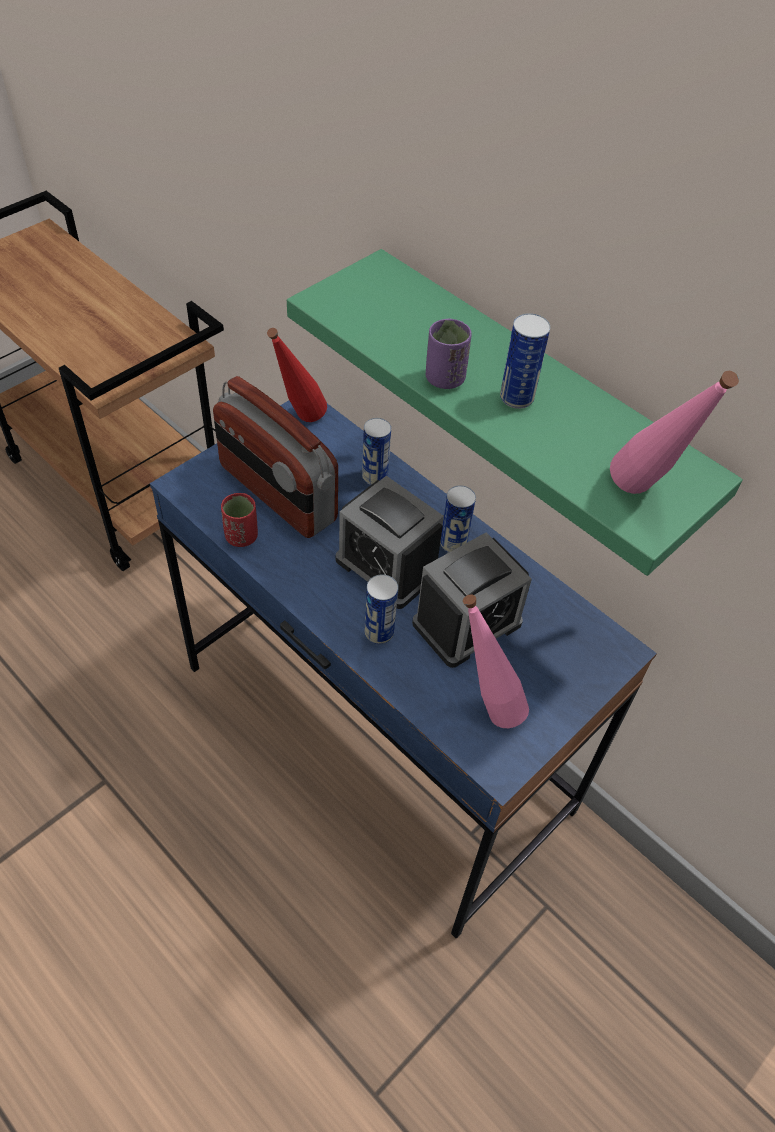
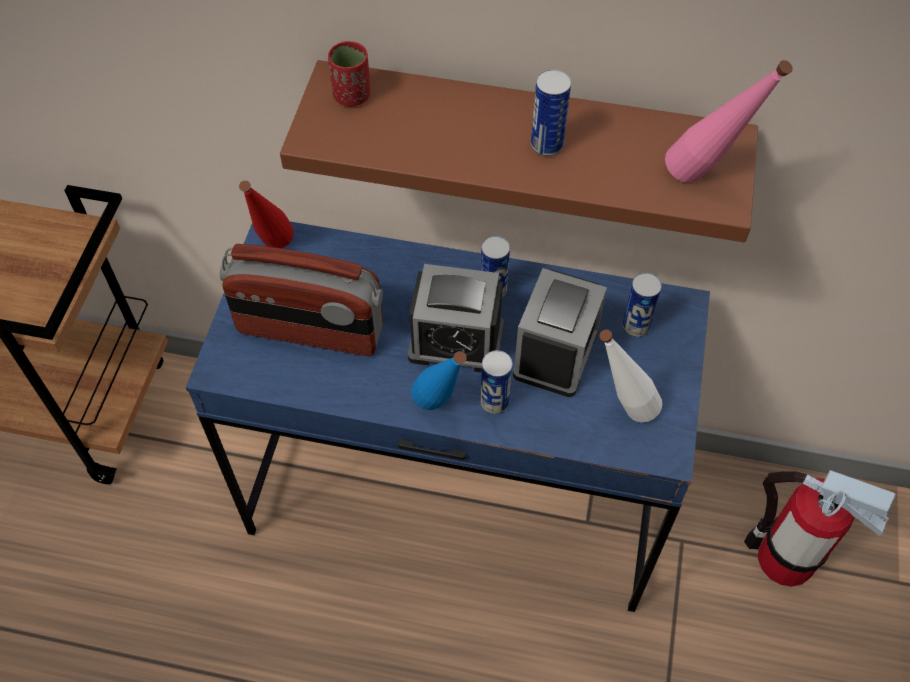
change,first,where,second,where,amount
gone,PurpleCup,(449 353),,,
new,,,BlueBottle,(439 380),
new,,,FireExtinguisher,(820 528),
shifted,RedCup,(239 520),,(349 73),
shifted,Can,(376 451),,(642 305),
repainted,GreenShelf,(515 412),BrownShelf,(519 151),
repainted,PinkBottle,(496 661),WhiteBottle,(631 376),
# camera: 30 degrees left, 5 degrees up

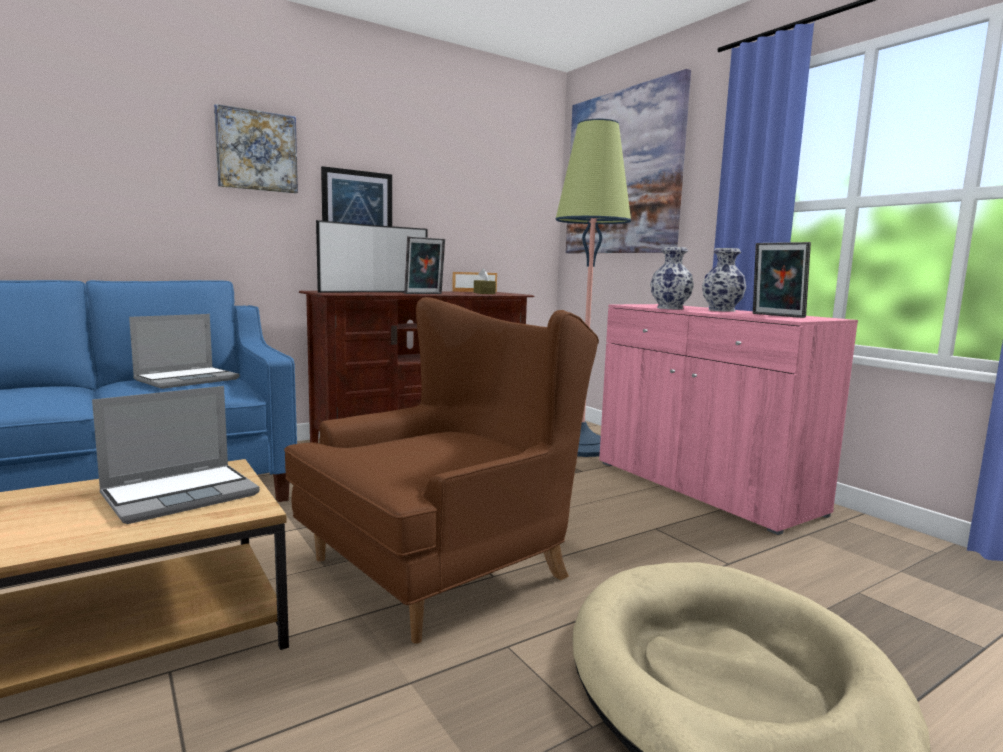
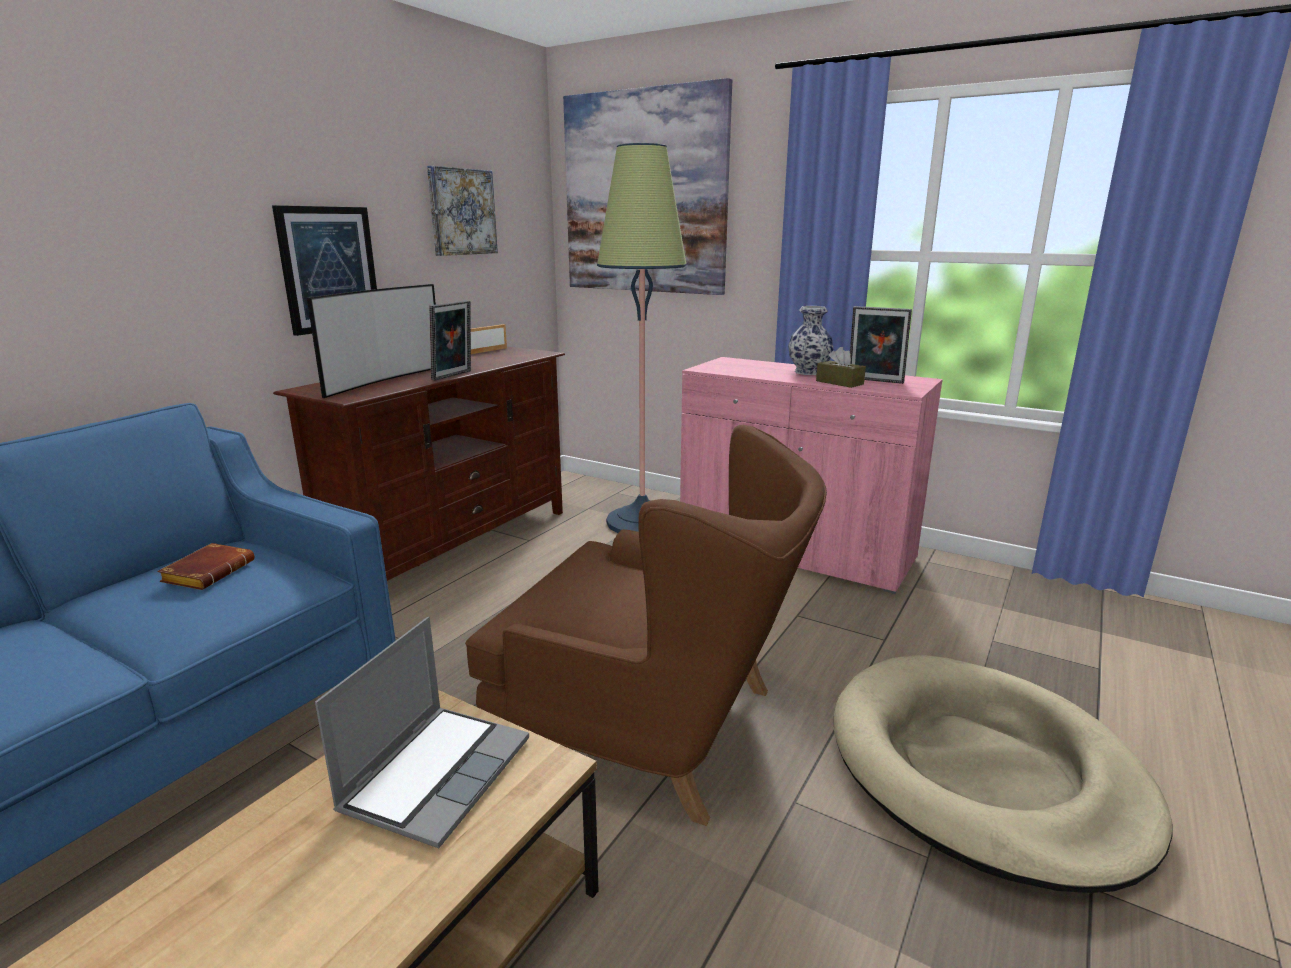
change,first,where,second,where,amount
gone,Vase,(672 278),,,
shifted,Picture,(256 148),,(462 211),
shifted,BrownTissueBox,(485 281),,(841 367),
swapped,Laptop,(184 351),BrownBook,(205 566),
rotated,BrownArmchair,(441 470),,(646 625),90 degrees clockwise
# camera: 25 degrees left, 10 degrees up

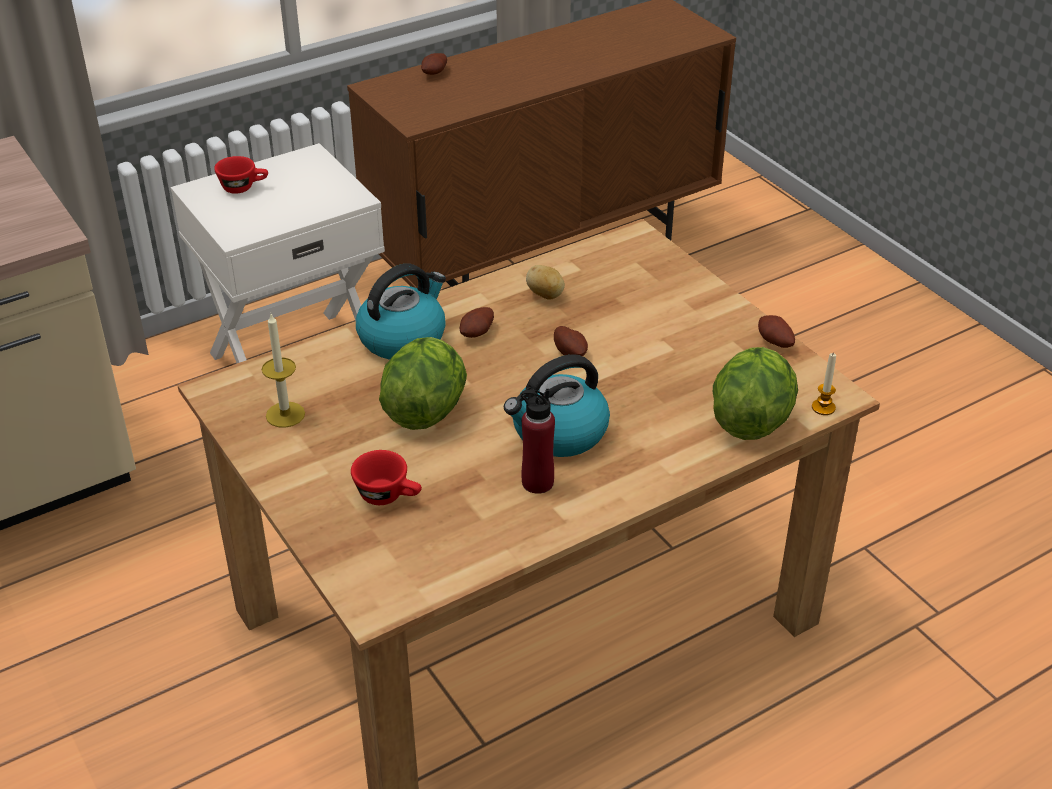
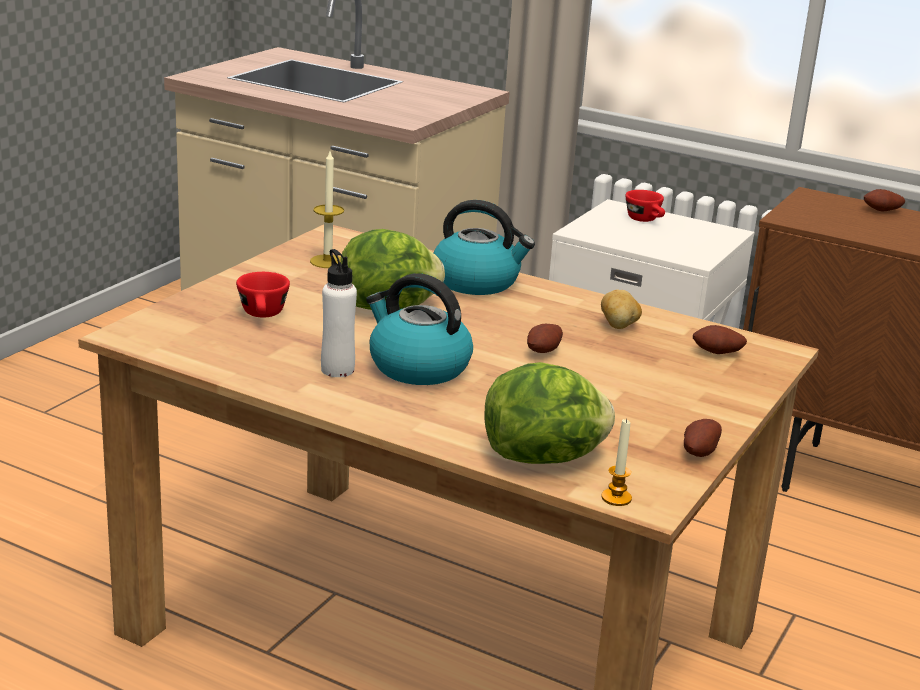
change,first,where,second,where,amount
shifted,Potato,(477 322),,(720 339),
repainted,RedBottle,(538 441),WhiteBottle,(339 313),
# camera: 60 degrees right, 15 degrees down

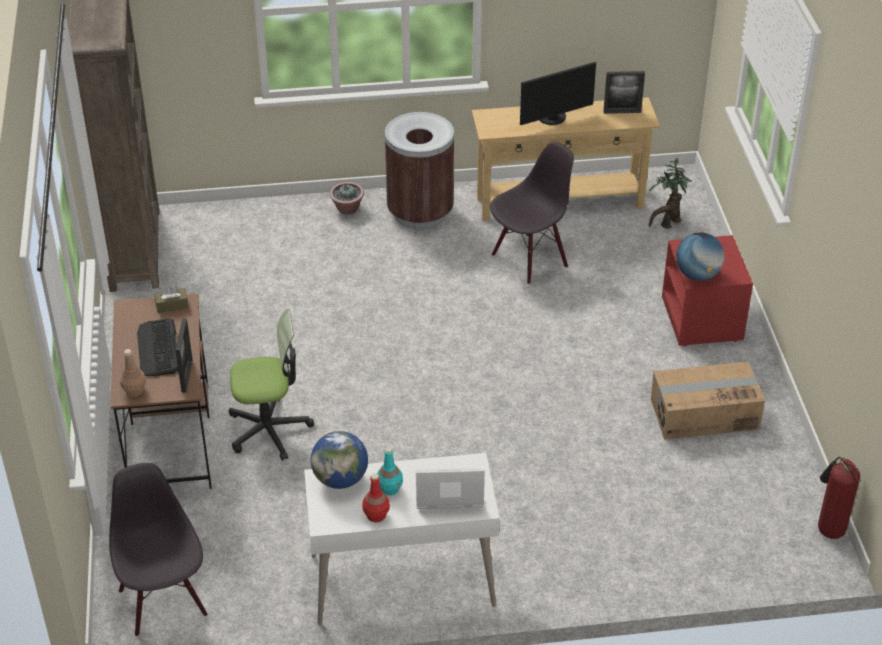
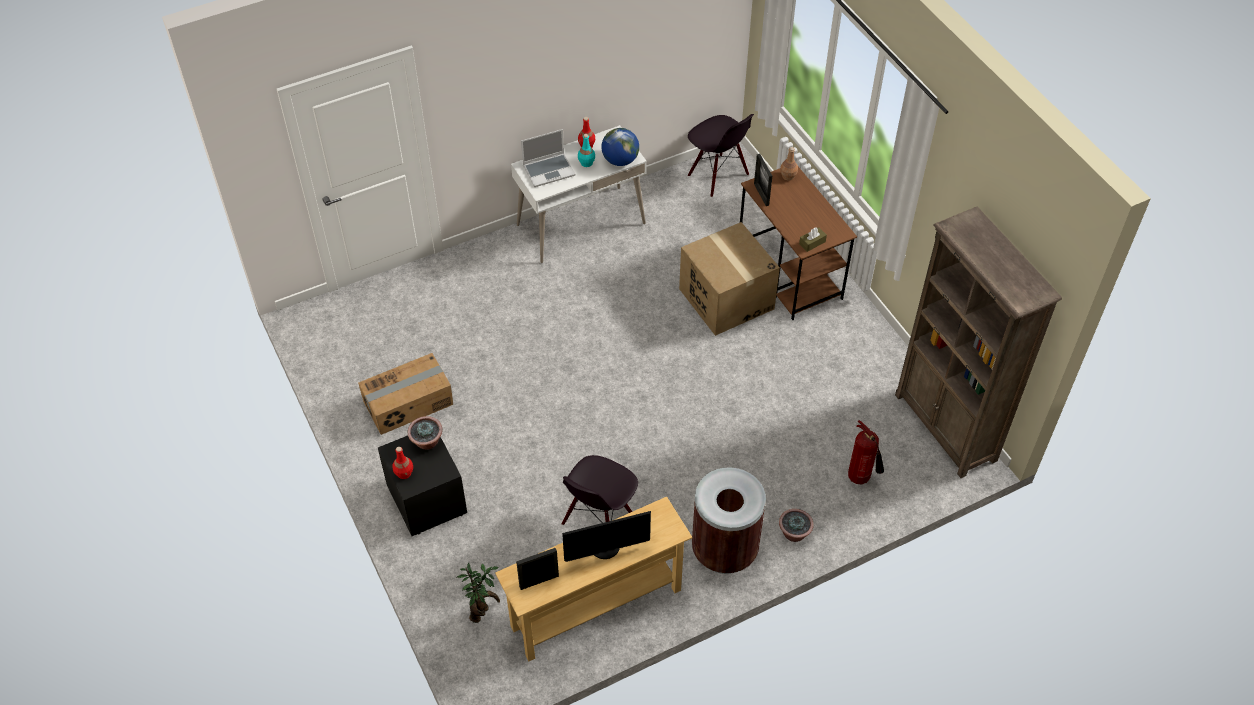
change,first,where,second,where,amount
gone,Keyboard,(157 347),,,
new,,,RedBottle,(402 463),
shifted,FireExtinguisher,(839 498),,(866 452),
swapped,OfficeChair,(271 385),CardboardBox,(729 279),
swapped,Globe,(700 256),PottedPlant,(424 433),
repainted,RedNightstand,(707 290),BlackNightstand,(422 486),
rotated,Monitor,(558 93),,(606 536),150 degrees counterclockwise
# camera: 160 degrees right, 10 degrees up

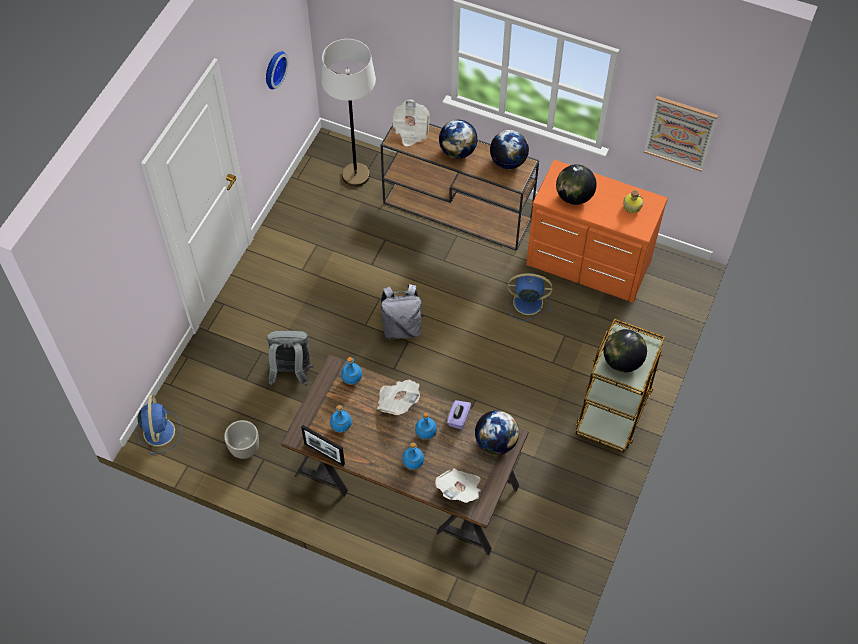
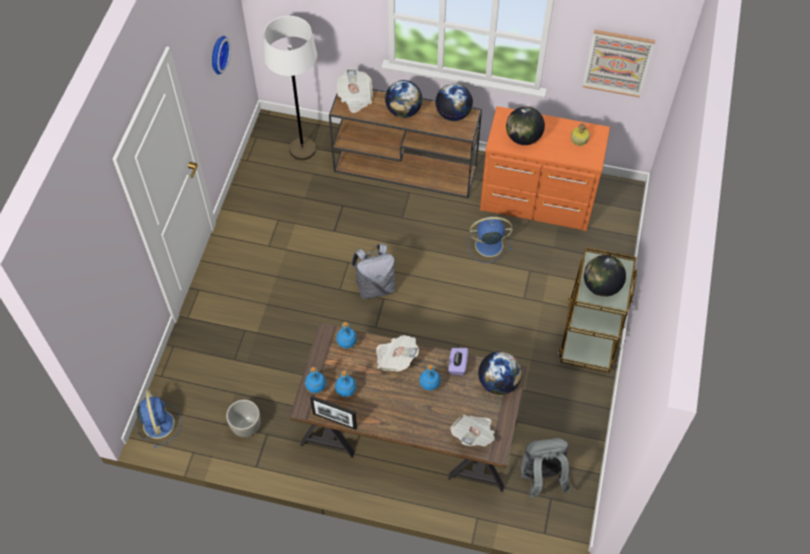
change,first,where,second,where,amount
shifted,GreyBackpack,(290 358),,(545 468),
shifted,BlueBottle,(413 456),,(316 380),
# camera: 10 degrees left, 0 degrees up

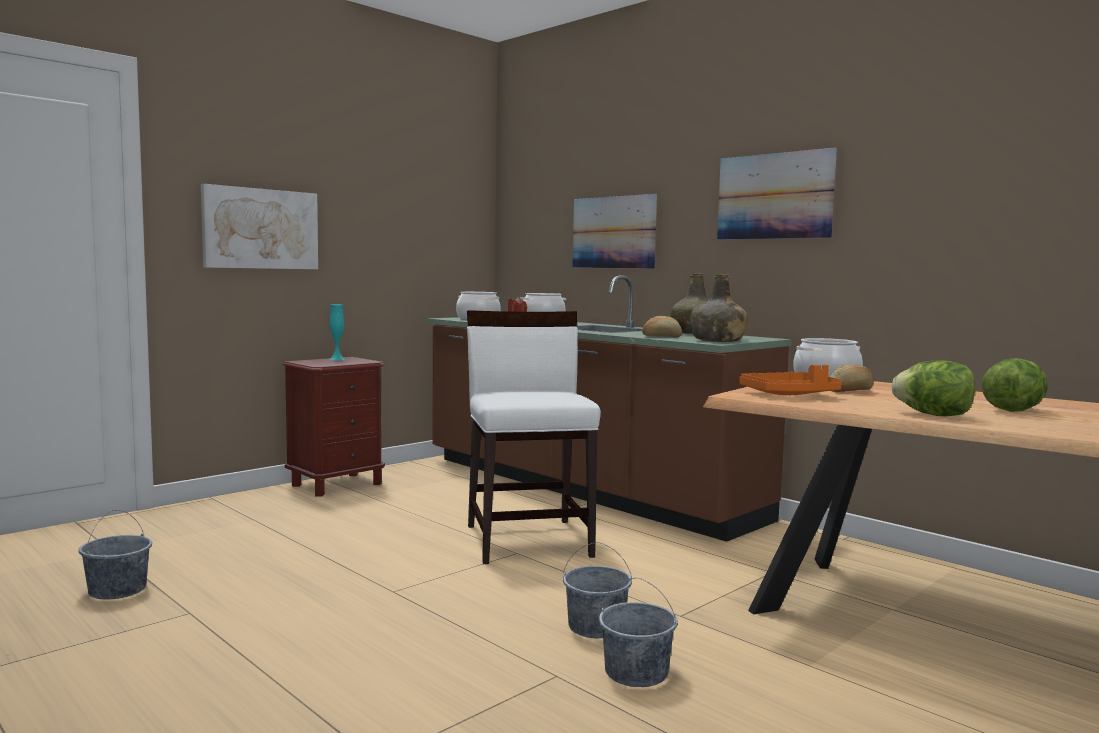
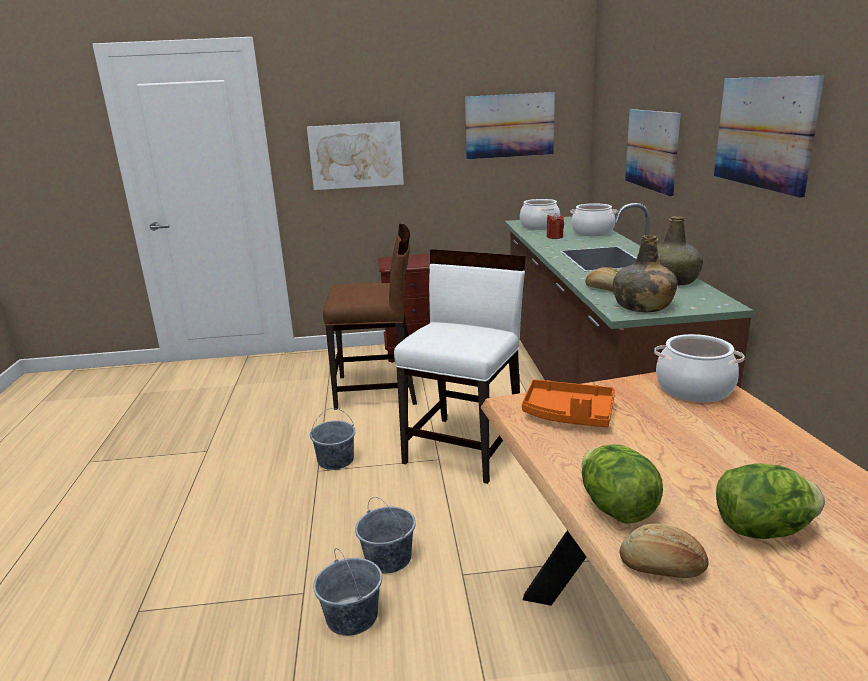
change,first,where,second,where,amount
gone,TurquoiseVase,(336 332),,,
new,,,BrownChair,(370 317),
new,,,Picture,(510 125),
shifted,GreyBucket,(115 554),,(332 439),
shifted,Bread,(852 378),,(664 551),
# camera: 40 degrees right, 15 degrees up

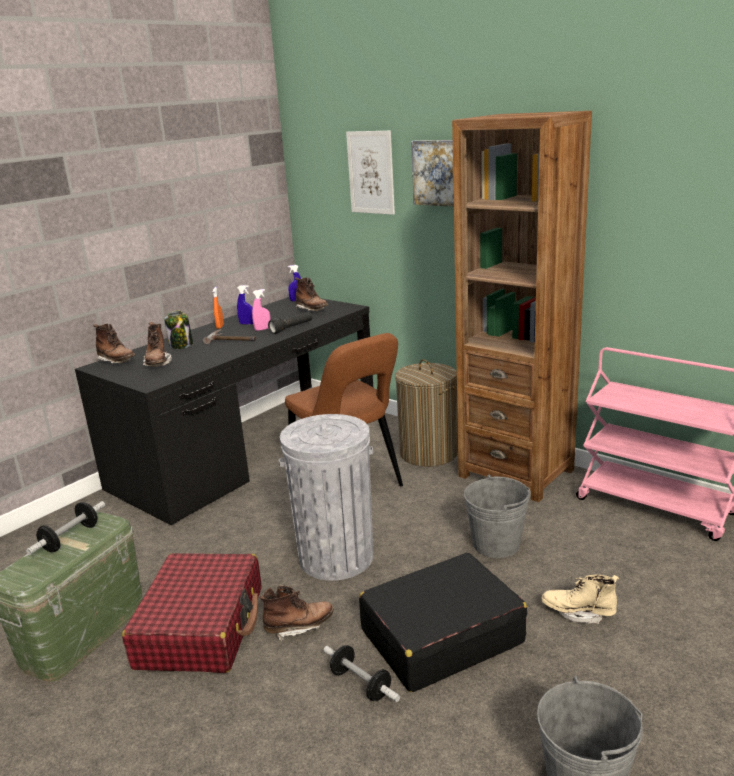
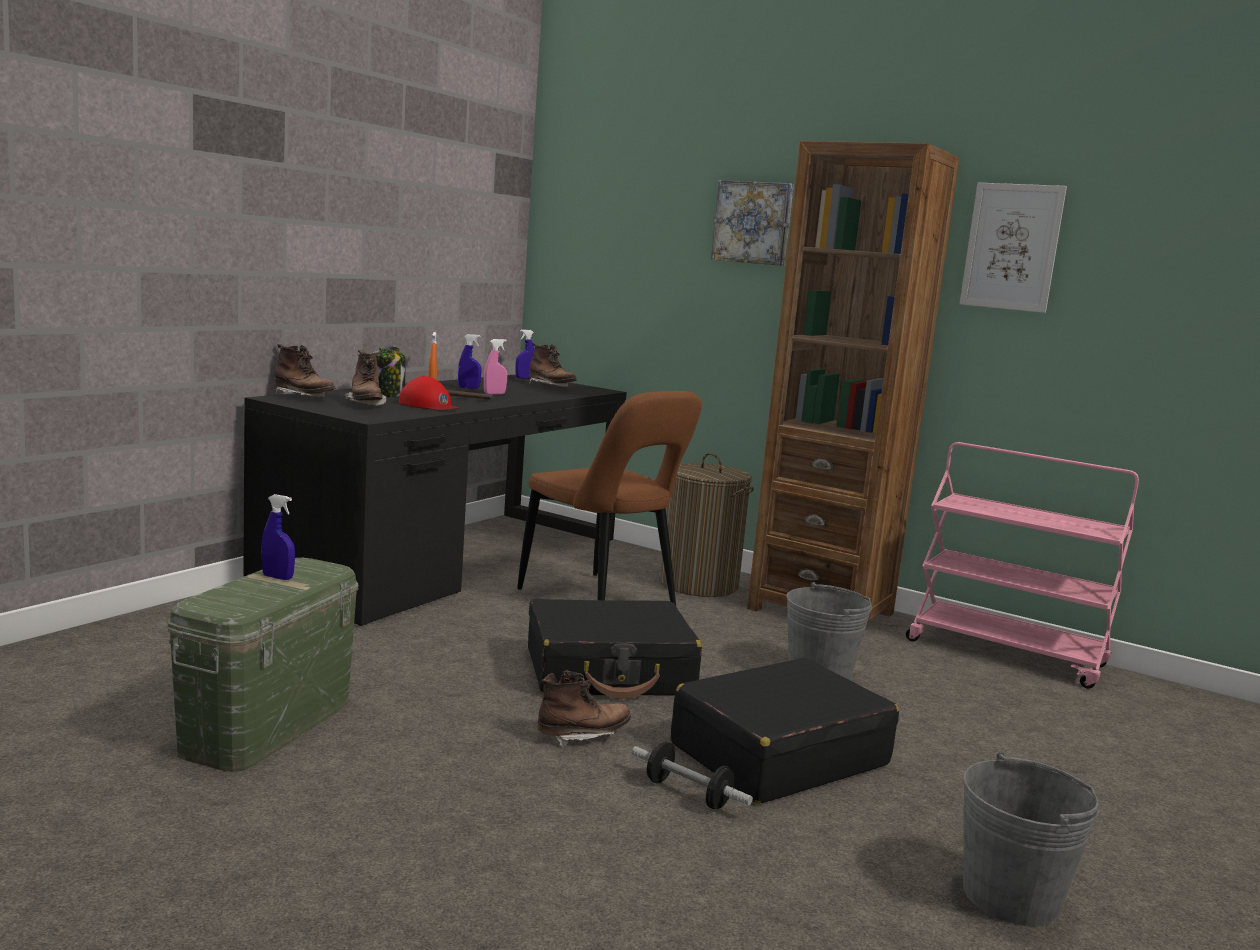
change,first,where,second,where,amount
gone,RedSuitcase,(191 613),,,
gone,BlackFlashlight,(290 323),,,
gone,BeigeBoot,(580 599),,,
new,,,RedCap,(429 393),
shifted,Picture,(370 173),,(1013 248),
swapped,Dumbbell,(65 528),BlueSprayBottle,(278 537),
swapped,GreyTrashCan,(326 497),BlackSuitcase,(615 649),
# camera: 10 degrees left, 10 degrees down

